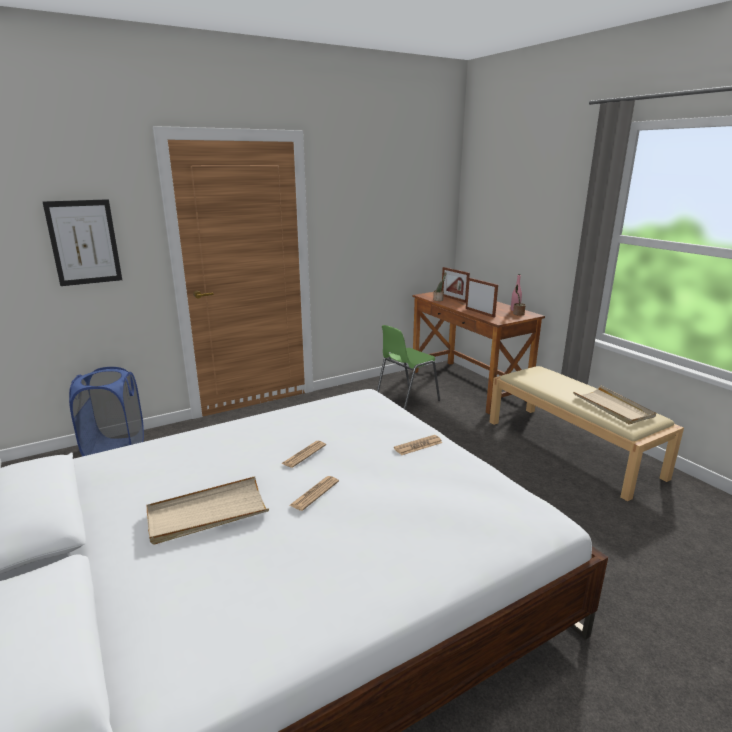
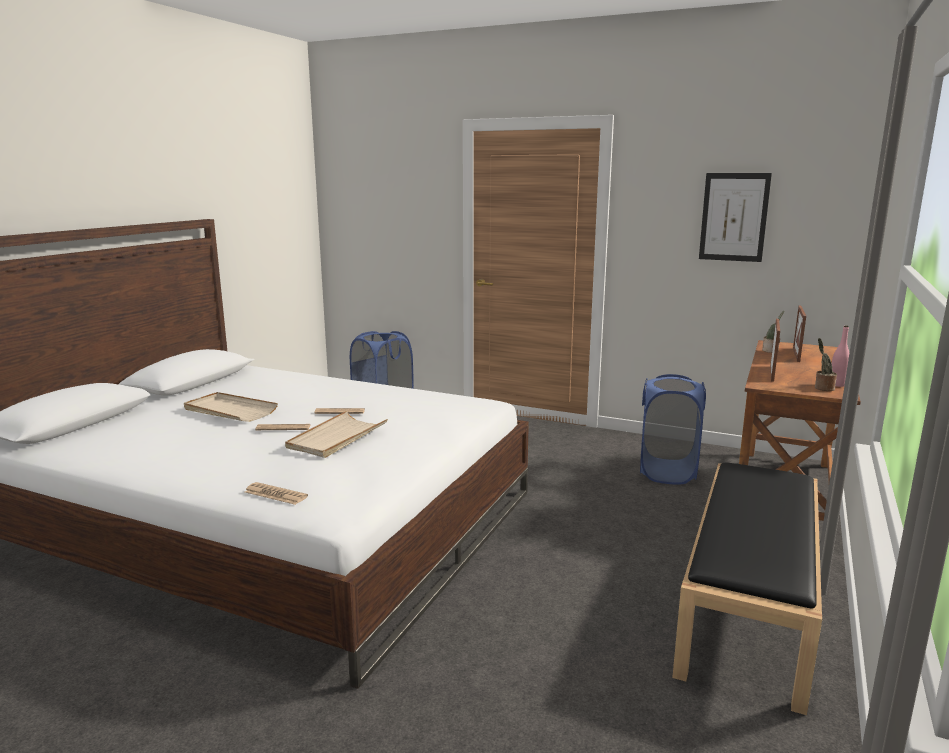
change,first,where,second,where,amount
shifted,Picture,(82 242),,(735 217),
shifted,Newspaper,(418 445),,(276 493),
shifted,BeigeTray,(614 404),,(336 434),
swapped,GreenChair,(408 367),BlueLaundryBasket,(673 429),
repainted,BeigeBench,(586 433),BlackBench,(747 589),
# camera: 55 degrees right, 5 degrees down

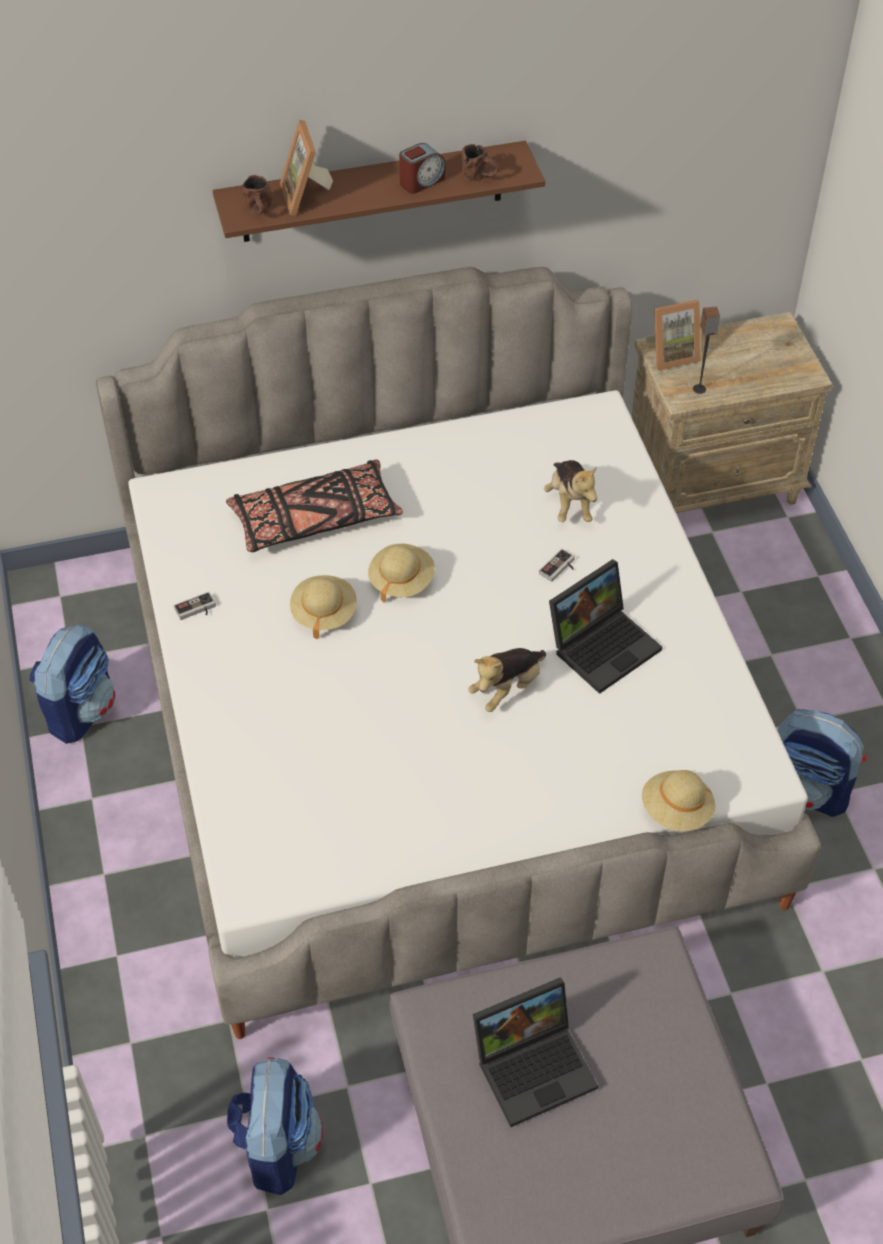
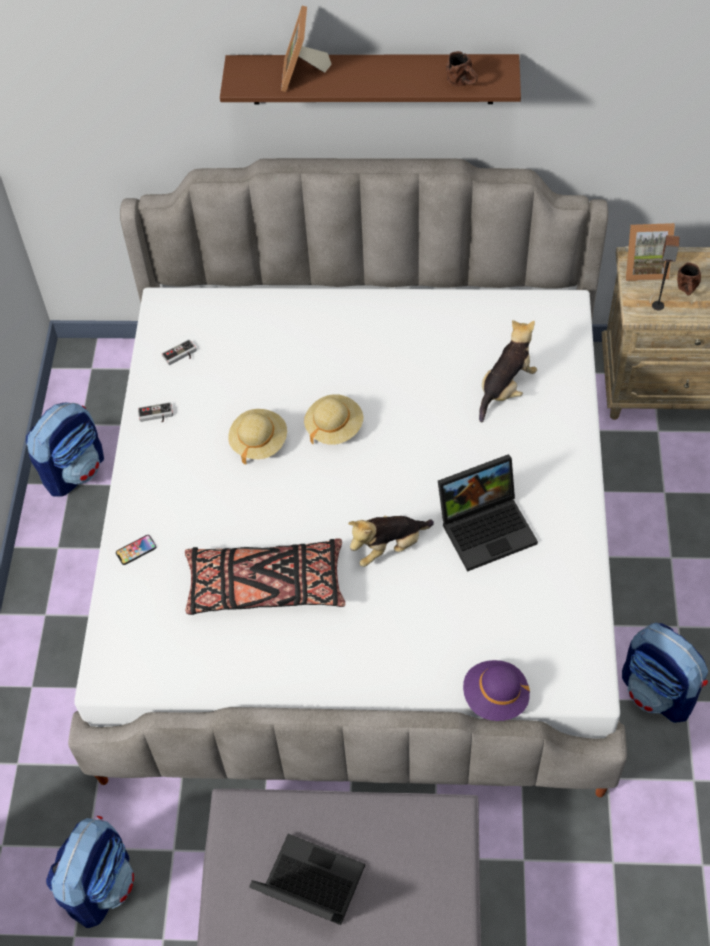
change,first,where,second,where,amount
gone,AlarmClock,(422 168),,,
new,,,Phone,(136 550),
shifted,BlackPillow,(314 506),,(265 576),
shifted,BrownMug,(257 195),,(689 279),
shifted,GameController,(557 565),,(179 352),
repainted,BeigeHat,(679 800),PurpleHat,(496 690),
rotated,Laptop,(535 1052),,(307 879),150 degrees counterclockwise
rotated,PlushToy,(570 491),,(508 371),150 degrees counterclockwise
# camera: 20 degrees right, 5 degrees up

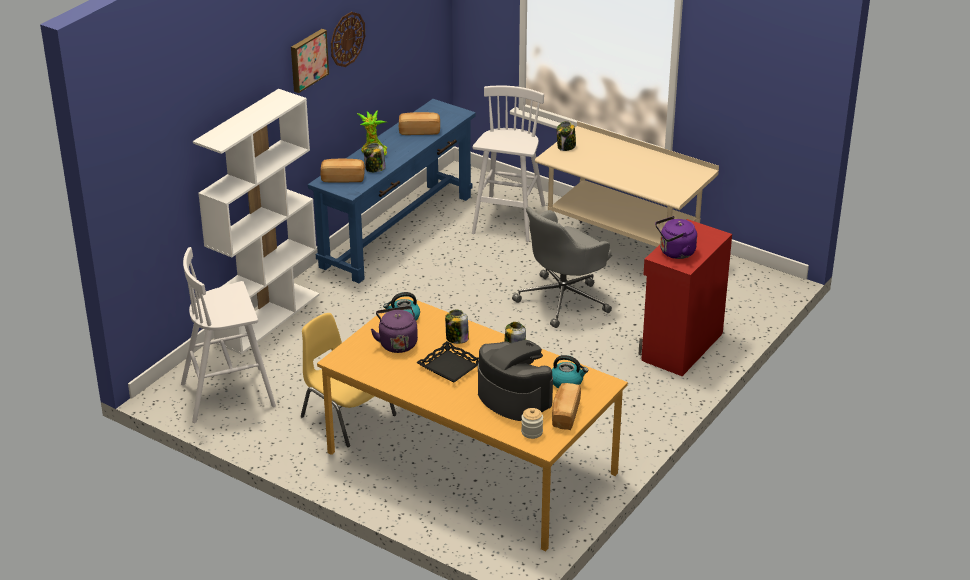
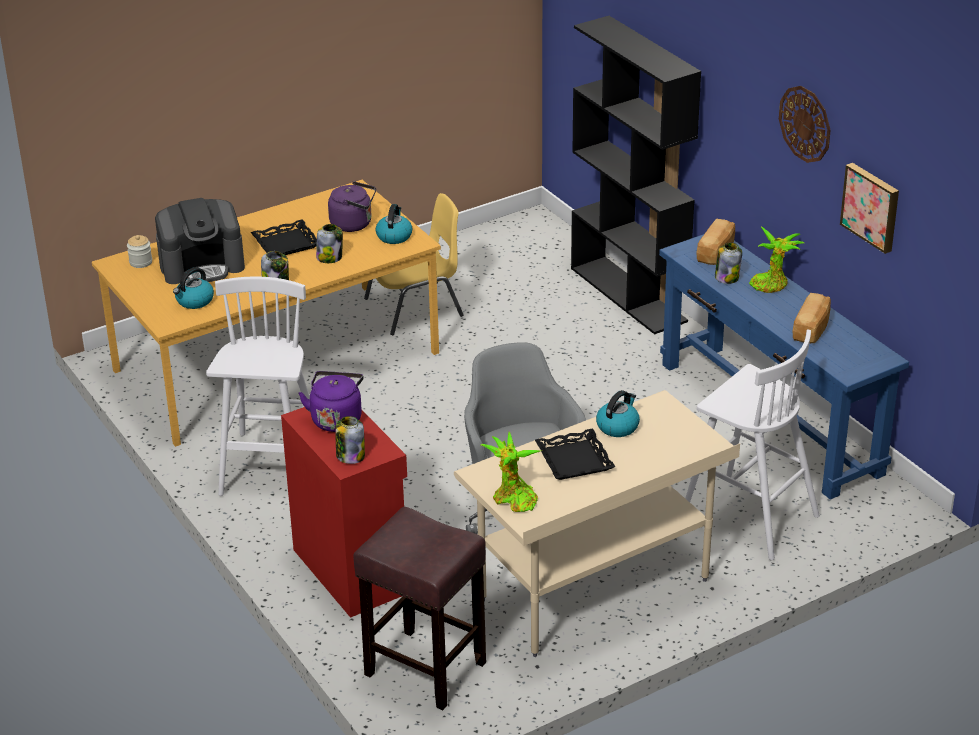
change,first,where,second,where,amount
gone,Bread,(566 406),,,
new,,,BrownStool,(419 608),
new,,,PottedPlant,(511 472),
new,,,BlackTray,(575 454),
new,,,Kettle,(618 413),
shifted,WhiteStool,(228 335),,(258 386),
shifted,Picture,(310 61),,(869 208),
shifted,Jar,(566 136),,(350 440),
repainted,WhiteBookcase,(256 222),BlackBookcase,(636 175),
# camera: 115 degrees right, 0 degrees up

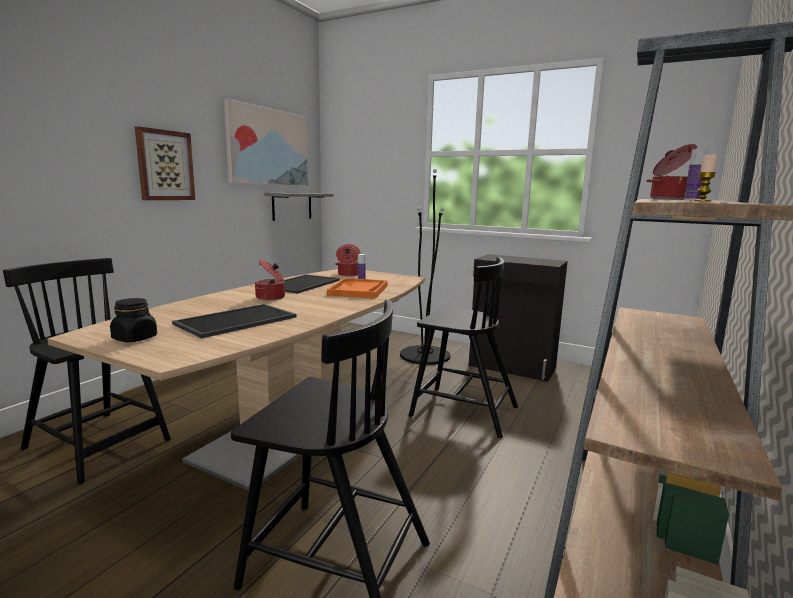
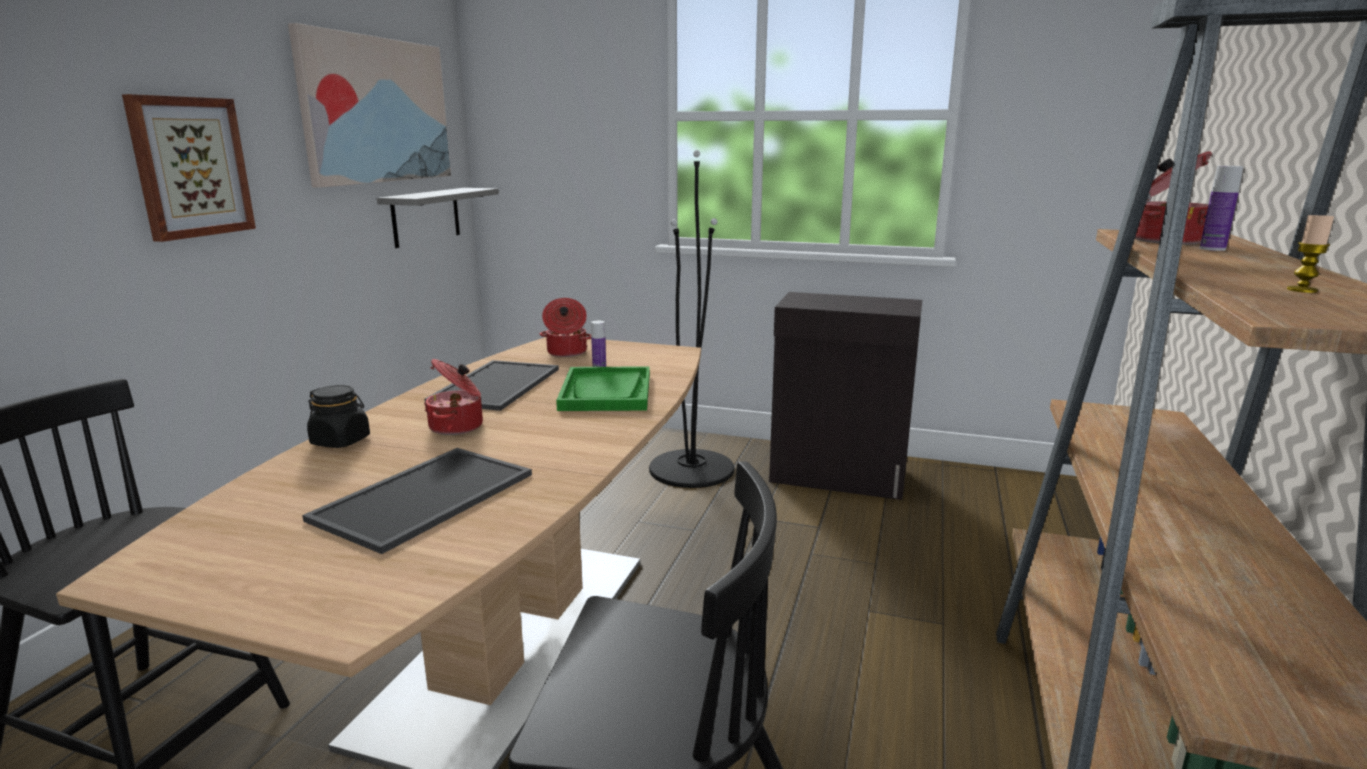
change,first,where,second,where,amount
gone,BlackChair,(463 347),,,
shifted,BlackJar,(133 320),,(338 416),
repainted,OrangeTray,(357 288),GreenTray,(603 388),
# camera: 10 degrees left, 5 degrees up

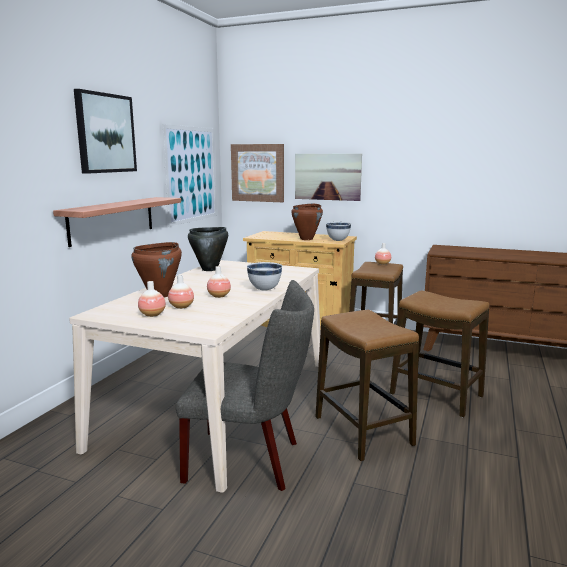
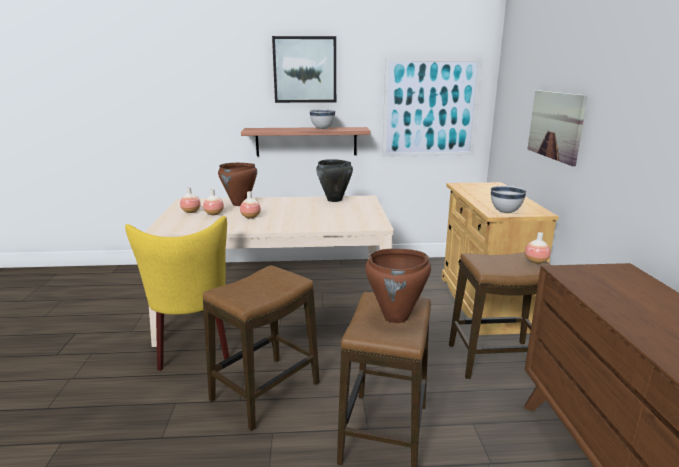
change,first,where,second,where,amount
gone,Picture,(257 173),,,
shifted,WhiteBowl,(264 276),,(322 119),
shifted,BrownCookingPot,(307 221),,(398 286),
repainted,GreyChair,(245 385),YellowChair,(177 293),
# camera: 65 degrees right, 5 degrees up

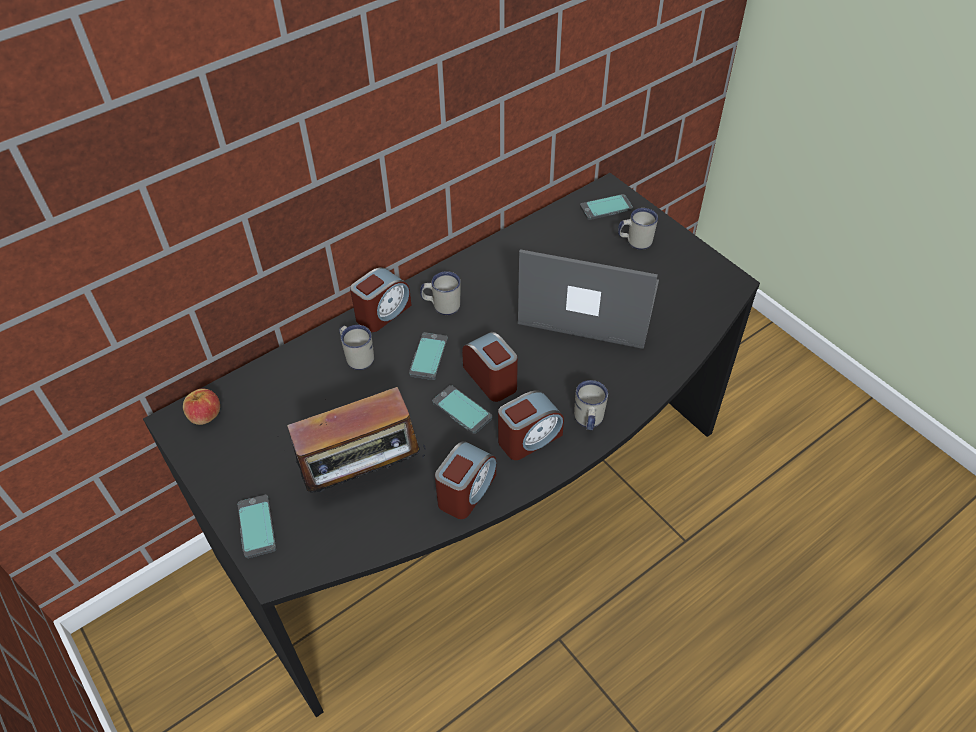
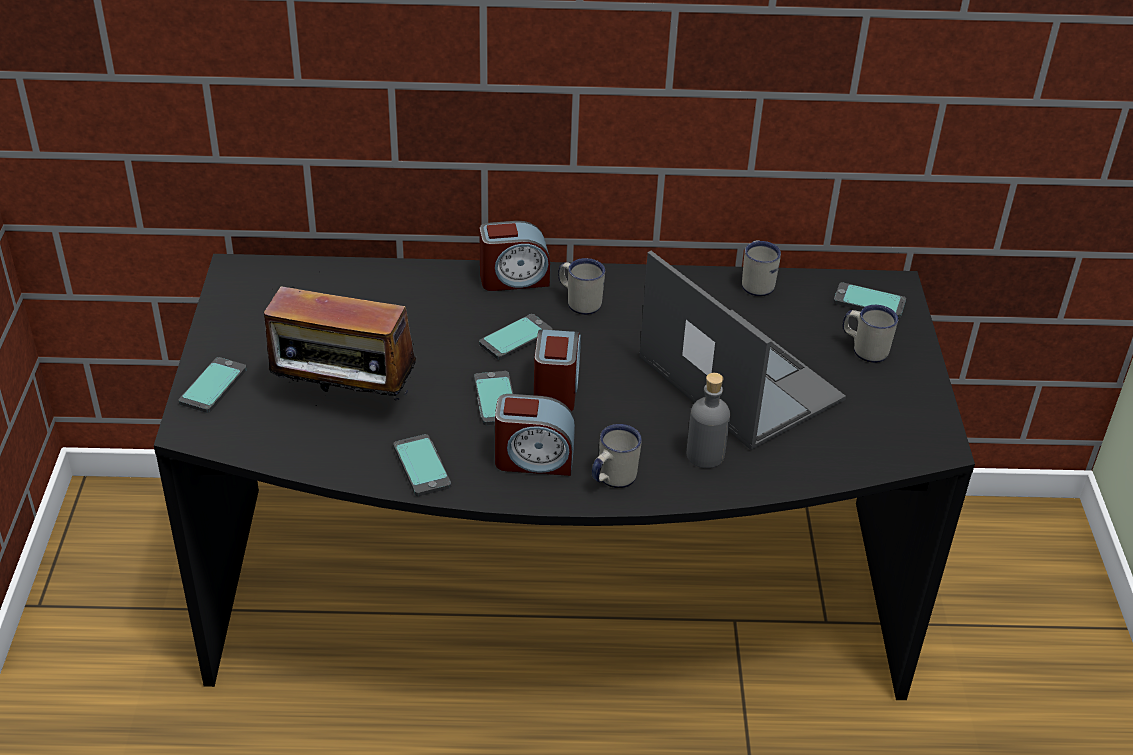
change,first,where,second,where,amount
gone,Apple,(201 406),,,
new,,,GreyBottle,(708 420),
shifted,WhiteMug,(356 347),,(761 268),
swapped,AlarmClock,(465 480),Phone,(422 465),
# camera: 35 degrees right, 10 degrees down

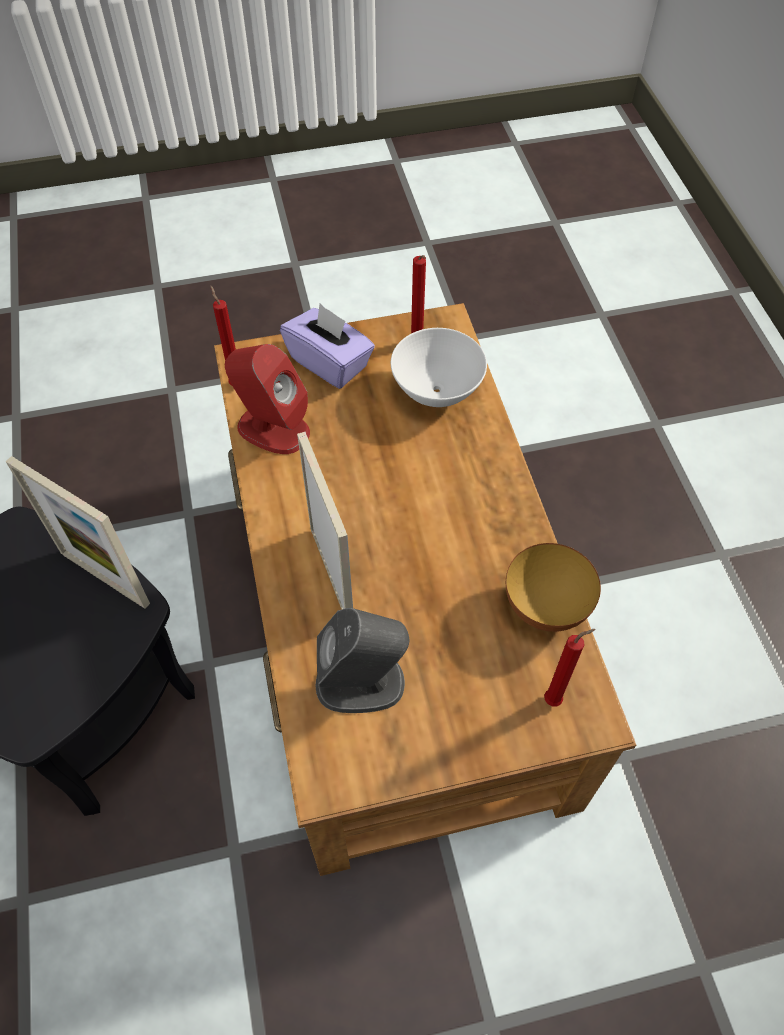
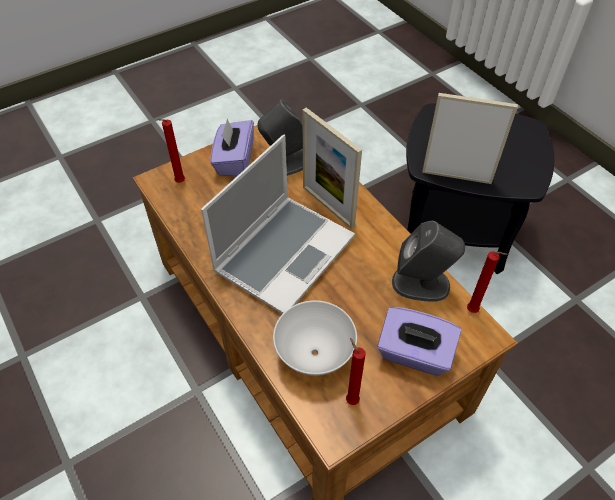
change,first,where,second,where,amount
gone,Bowl,(553 587),,,
new,,,Laptop,(278 224),
new,,,PurpleTissueBox,(232 148),
repainted,RedSpeaker,(267 399),GreySpeaker,(428 261),
# camera: 160 degrees right, 5 degrees down

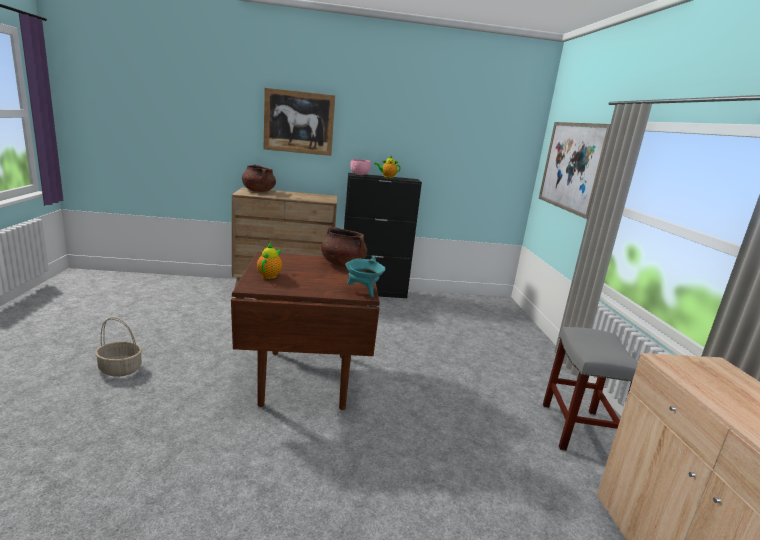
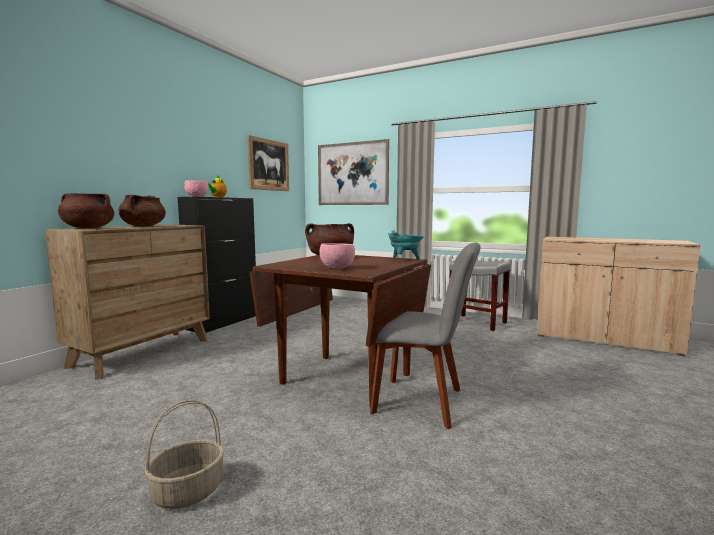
change,first,where,second,where,amount
new,,,BrownCookingPot,(142 210),
new,,,GreyChair,(425 336),
shifted,Picture,(299 122),,(268 163),
swapped,Teapot,(269 260),PinkBowl,(337 256),
# camera: 55 degrees left, 10 degrees down

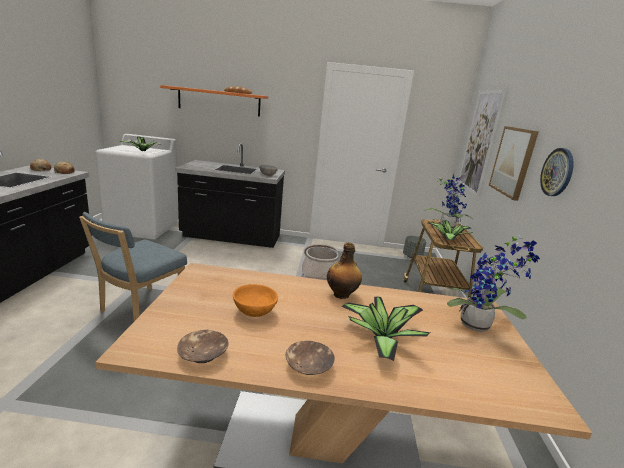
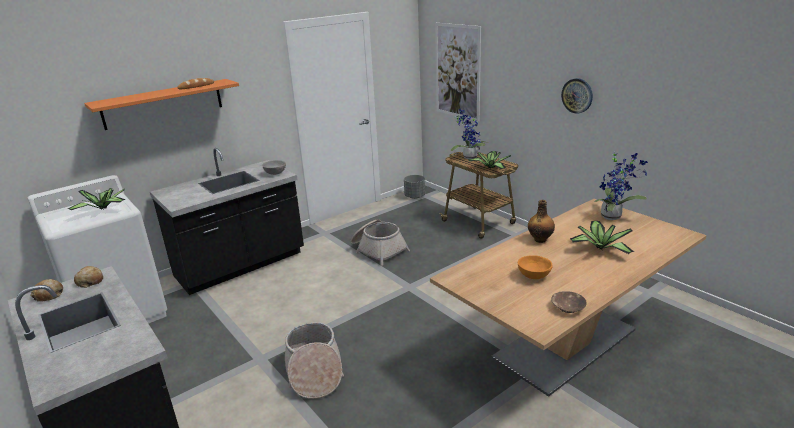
change,first,where,second,where,amount
gone,BrownBowl,(310 358),,,
gone,Picture,(514 163),,,
swapped,BlueChair,(133 266),Basket,(314 360),
# camera: 40 degrees left, 5 degrees up

